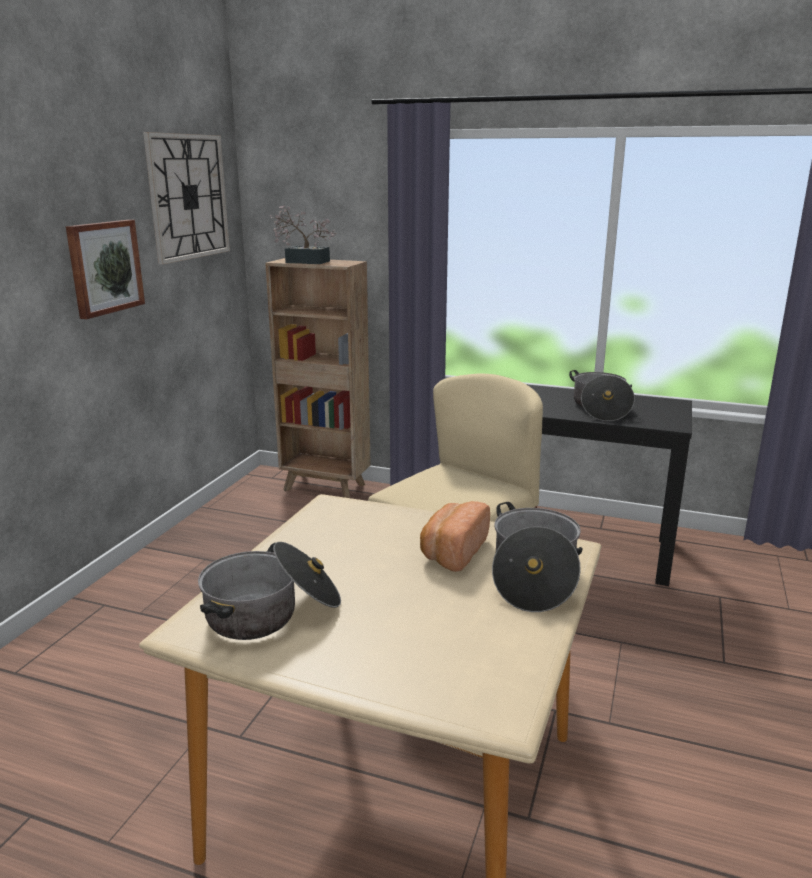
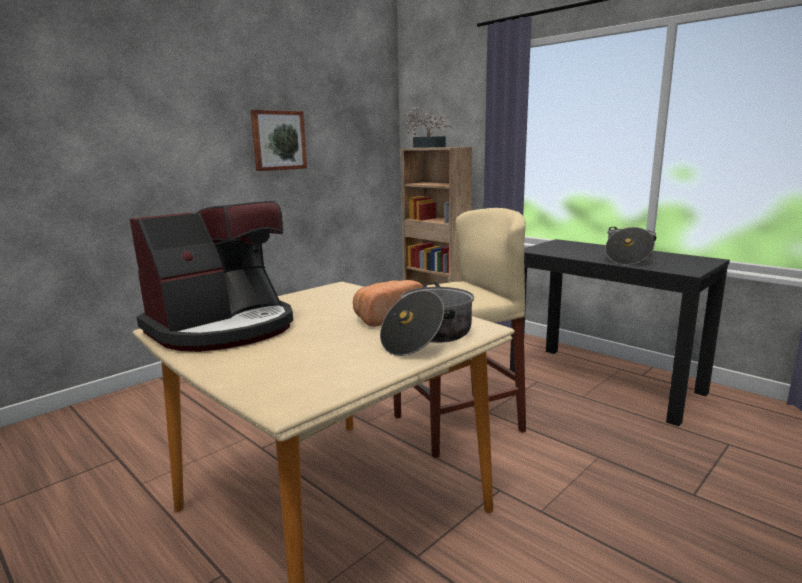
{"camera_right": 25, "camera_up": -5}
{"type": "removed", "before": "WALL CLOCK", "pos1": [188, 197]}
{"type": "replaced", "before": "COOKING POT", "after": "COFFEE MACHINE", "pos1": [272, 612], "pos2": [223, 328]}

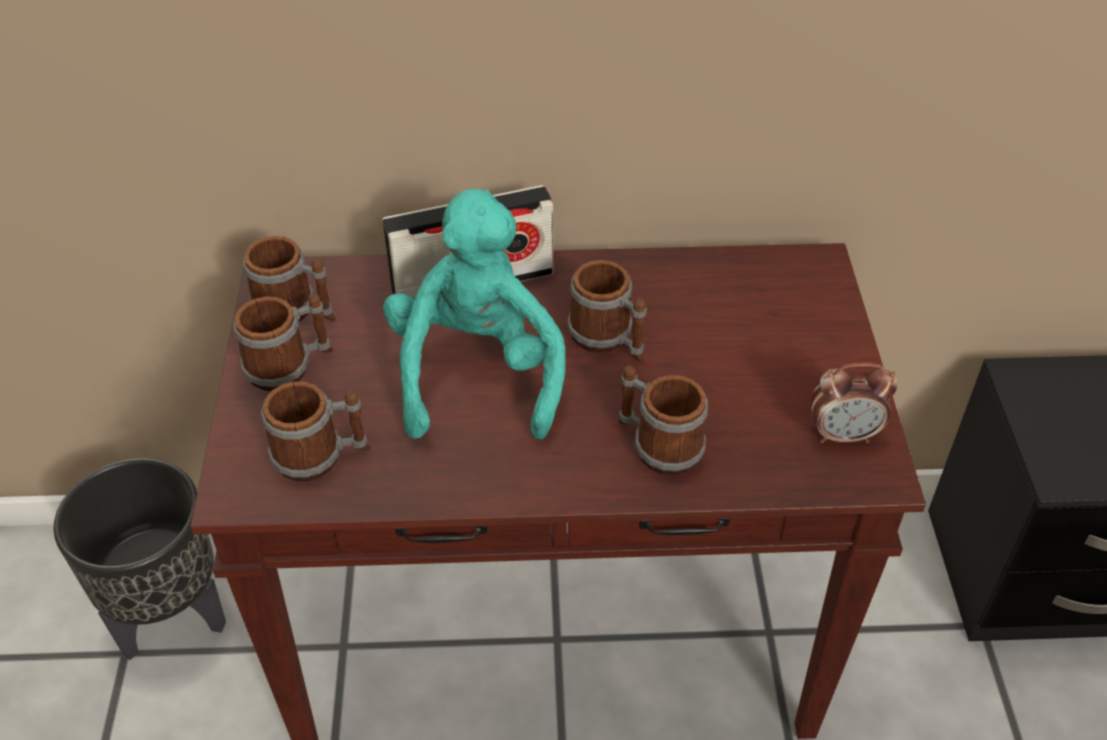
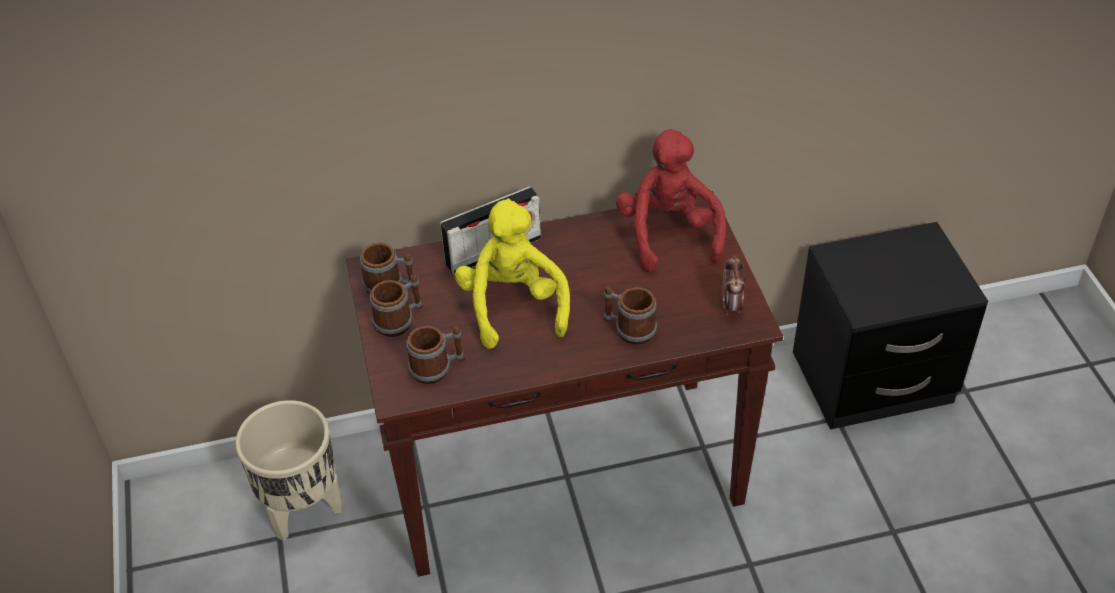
{"camera_right": -10, "camera_up": 0}
{"type": "removed", "before": "MUG", "pos1": [608, 340]}
{"type": "added", "after": "RED PLUSH TOY", "pos2": [668, 233]}
{"type": "recoloured", "before": "BLACK PLANTER", "after": "BEIGE PLANTER", "pos1": [170, 619], "pos2": [302, 511]}
{"type": "recoloured", "before": "TURQUOISE PLUSH TOY", "after": "YELLOW PLUSH TOY", "pos1": [477, 373], "pos2": [513, 305]}
{"type": "turned", "before": "ALARM CLOCK", "pos1": [843, 435], "pos2": [732, 306], "turn": 105}

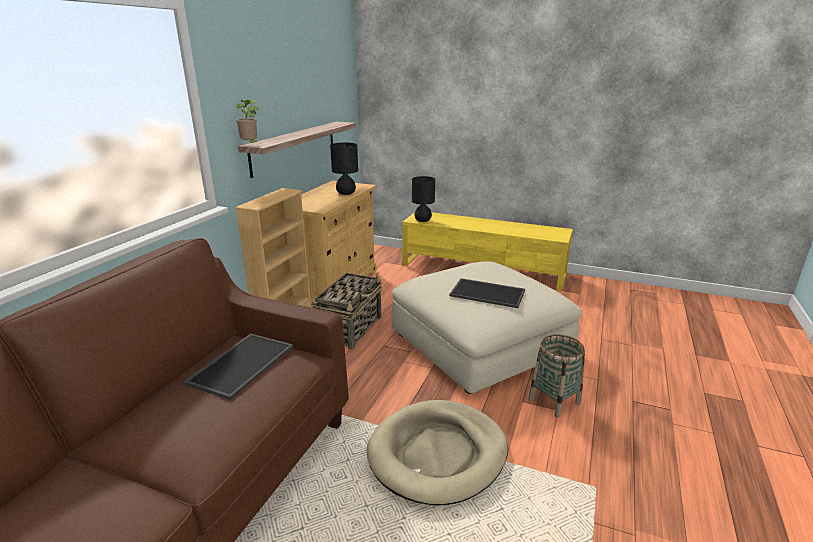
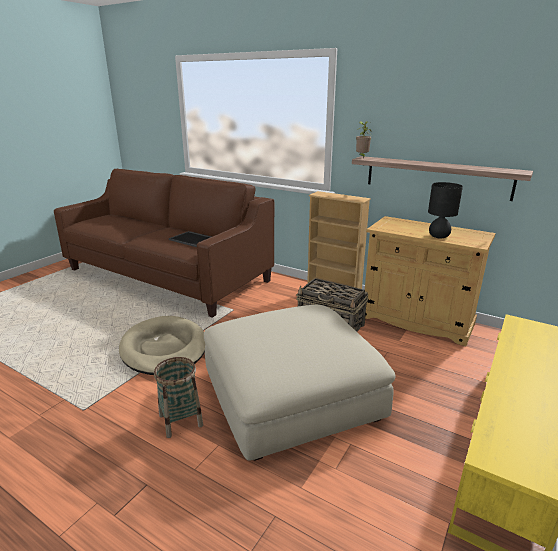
{"camera_right": 100, "camera_up": 0}
{"type": "removed", "before": "BLACK TABLE LAMP", "pos1": [423, 220]}
{"type": "removed", "before": "TRAY", "pos1": [488, 293]}

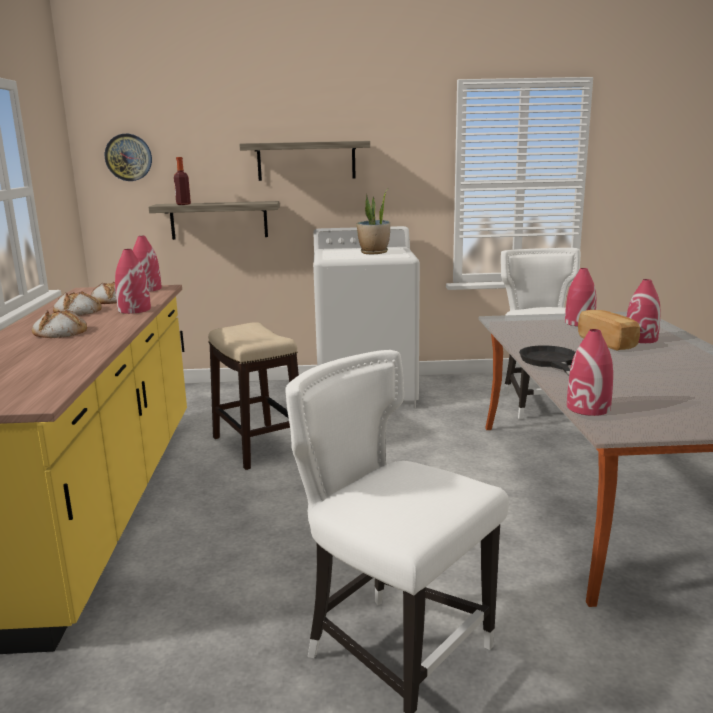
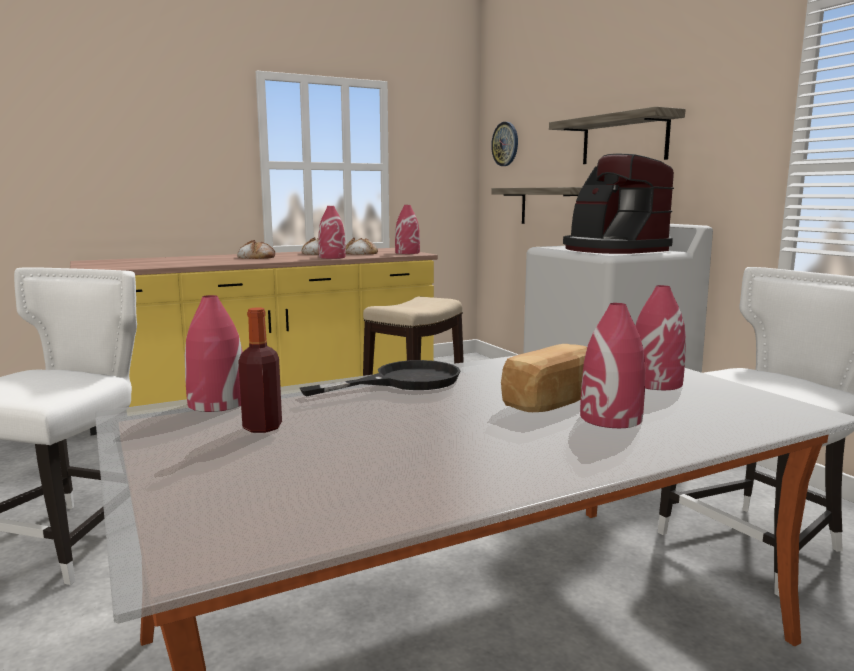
{"camera_right": 65, "camera_up": -5}
{"type": "moved", "before": "BOTTLE", "pos1": [183, 204], "pos2": [262, 427]}
{"type": "replaced", "before": "POTTED PLANT", "after": "COFFEE MACHINE", "pos1": [374, 252], "pos2": [612, 250]}

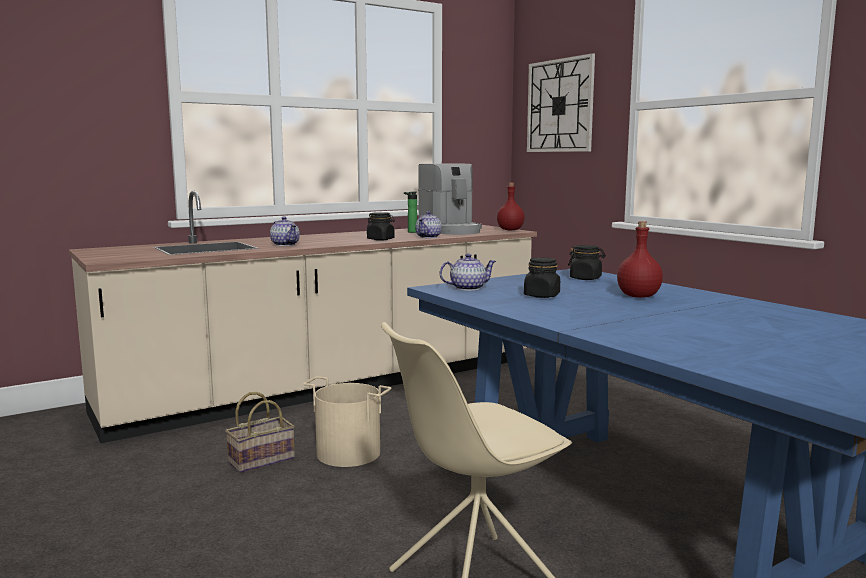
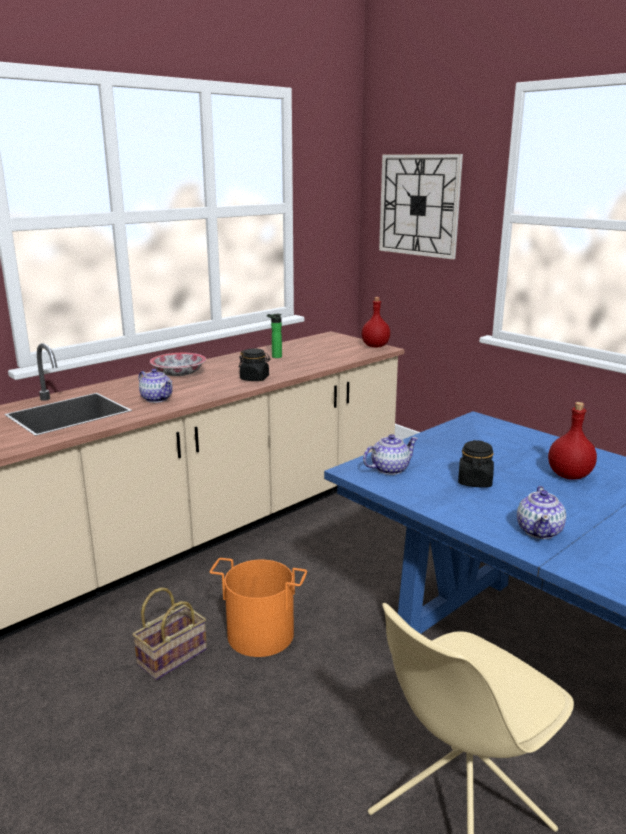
{"camera_right": -10, "camera_up": 10}
{"type": "removed", "before": "COFFEE MACHINE", "pos1": [451, 230]}
{"type": "removed", "before": "BLACK JAR", "pos1": [586, 278]}
{"type": "added", "after": "BOWL", "pos2": [178, 374]}
{"type": "moved", "before": "TEAPOT", "pos1": [429, 237], "pos2": [539, 531]}
{"type": "recoloured", "before": "BEIGE BUCKET", "after": "ORANGE BUCKET", "pos1": [349, 452], "pos2": [261, 633]}

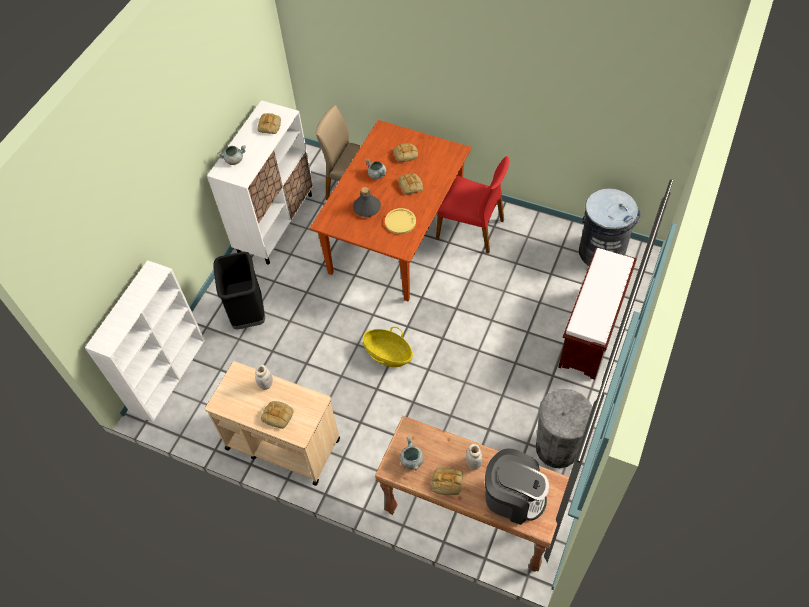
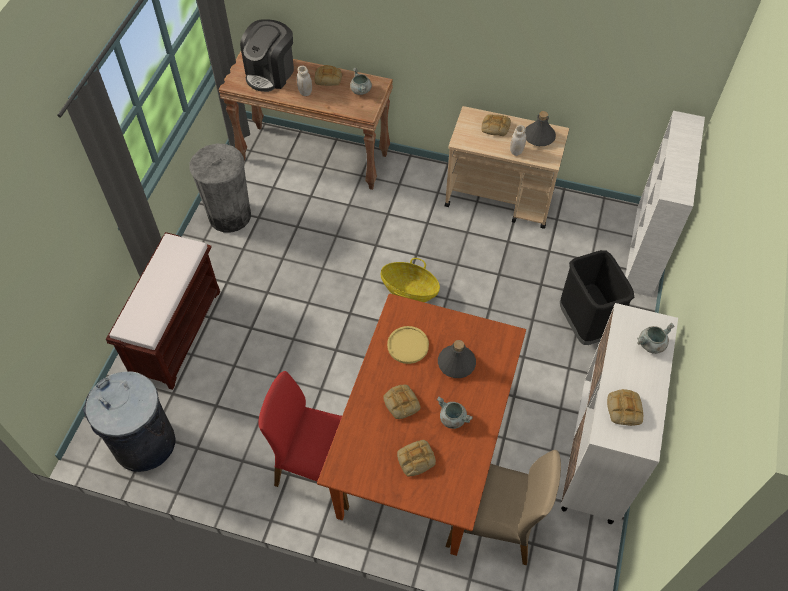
{"camera_right": 170, "camera_up": 0}
{"type": "added", "after": "GREY BOTTLE", "pos2": [539, 137]}
{"type": "turned", "before": "COFFEE MACHINE", "pos1": [513, 496], "pos2": [270, 73], "turn": -75}

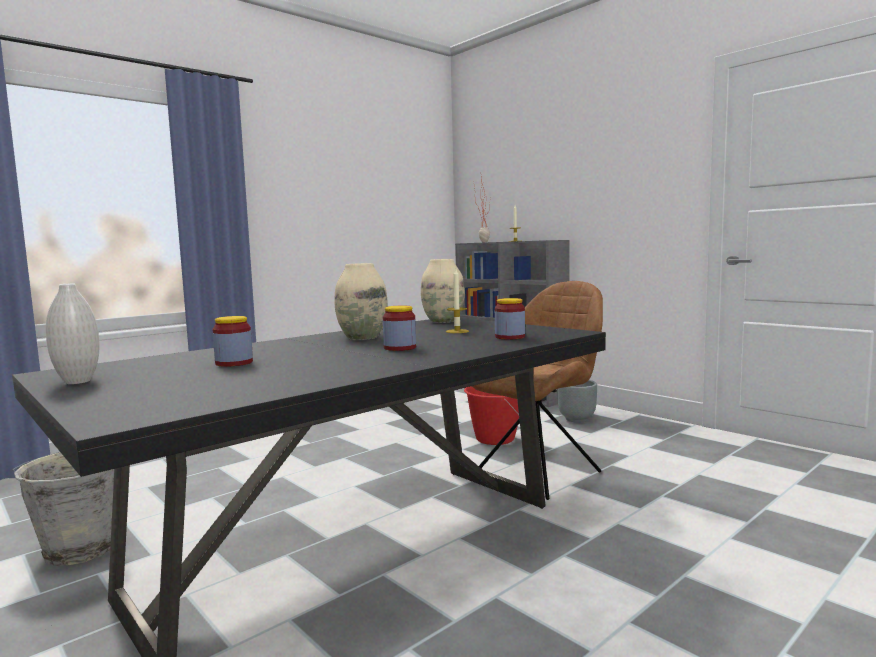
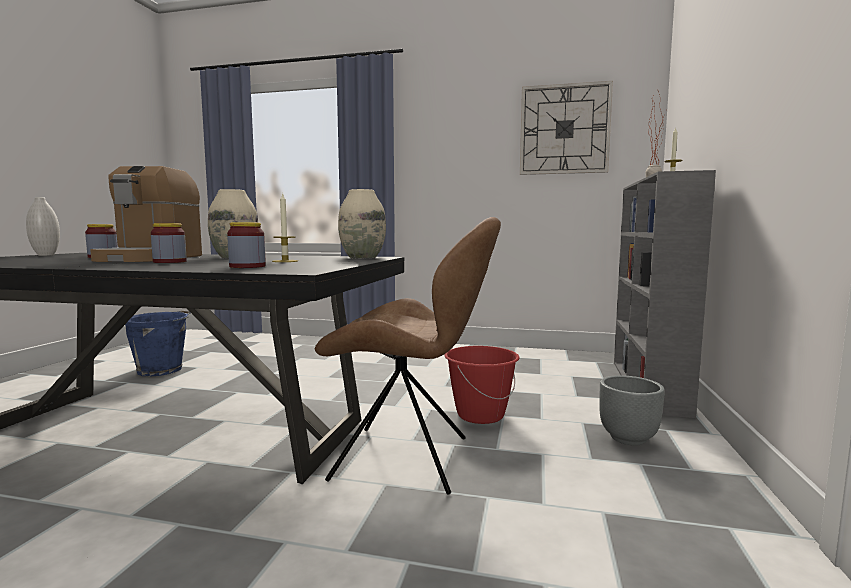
{"camera_right": 55, "camera_up": 0}
{"type": "added", "after": "COFFEE MACHINE", "pos2": [151, 258]}
{"type": "added", "after": "WALL CLOCK", "pos2": [564, 129]}
{"type": "recoloured", "before": "GREY BUCKET", "after": "BLUE BUCKET", "pos1": [82, 547], "pos2": [162, 370]}

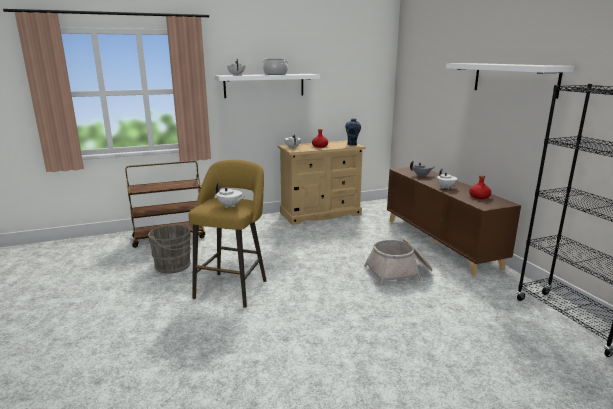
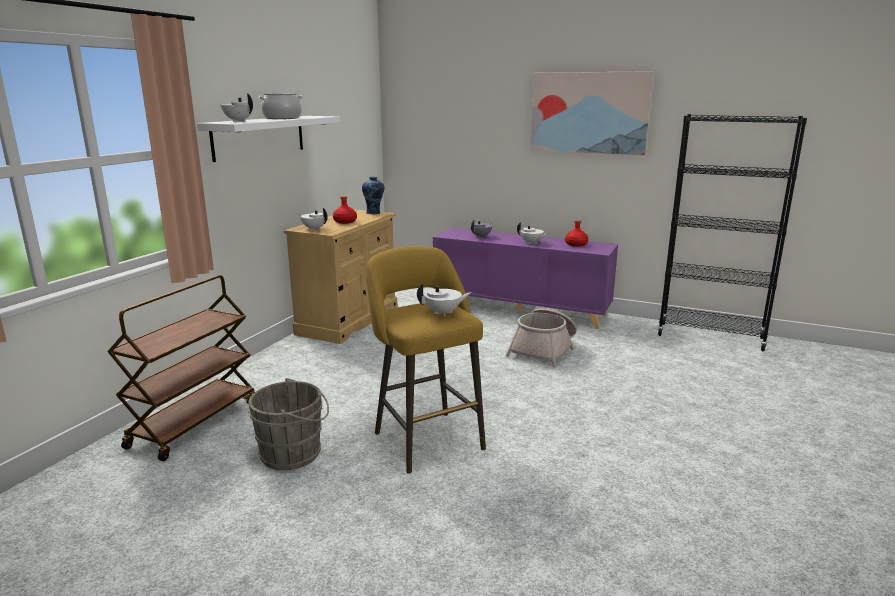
{"camera_right": -45, "camera_up": 0}
{"type": "replaced", "before": "WHITE SHELF", "after": "PICTURE", "pos1": [514, 79], "pos2": [589, 113]}
{"type": "recoloured", "before": "BROWN CABINET", "after": "PURPLE CABINET", "pos1": [440, 242], "pos2": [521, 309]}

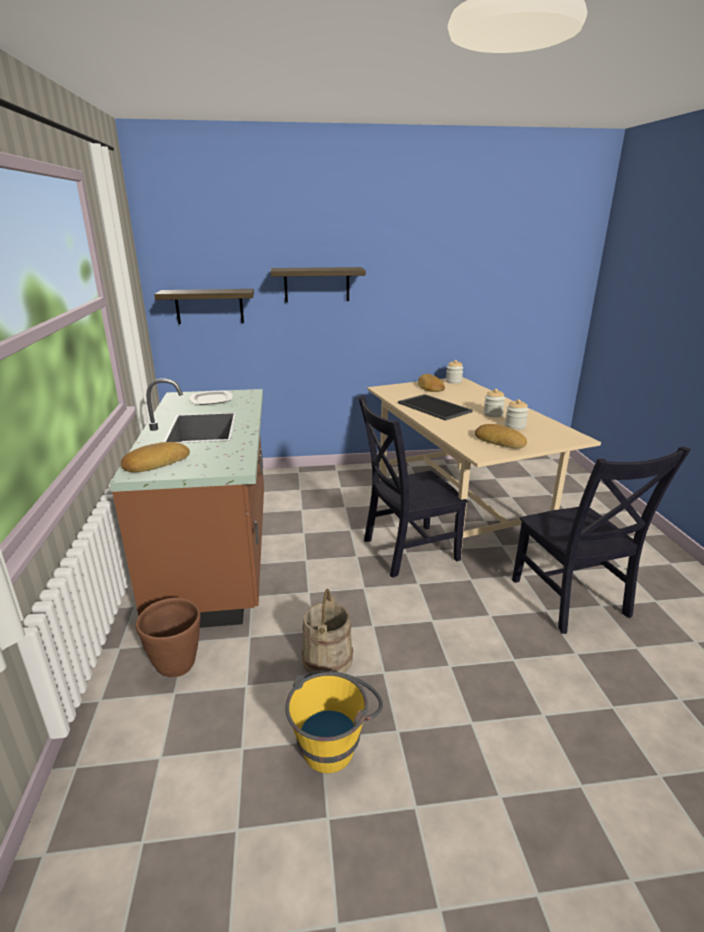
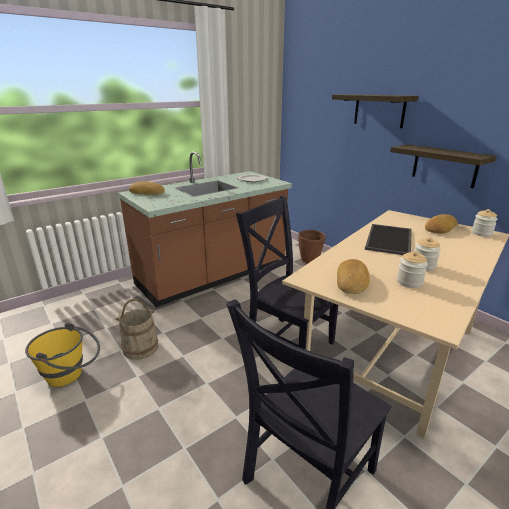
{"camera_right": 60, "camera_up": 0}
{"type": "moved", "before": "BROWN PLANTER", "pos1": [177, 665], "pos2": [310, 261]}
{"type": "moved", "before": "SHELF", "pos1": [209, 306], "pos2": [444, 165]}

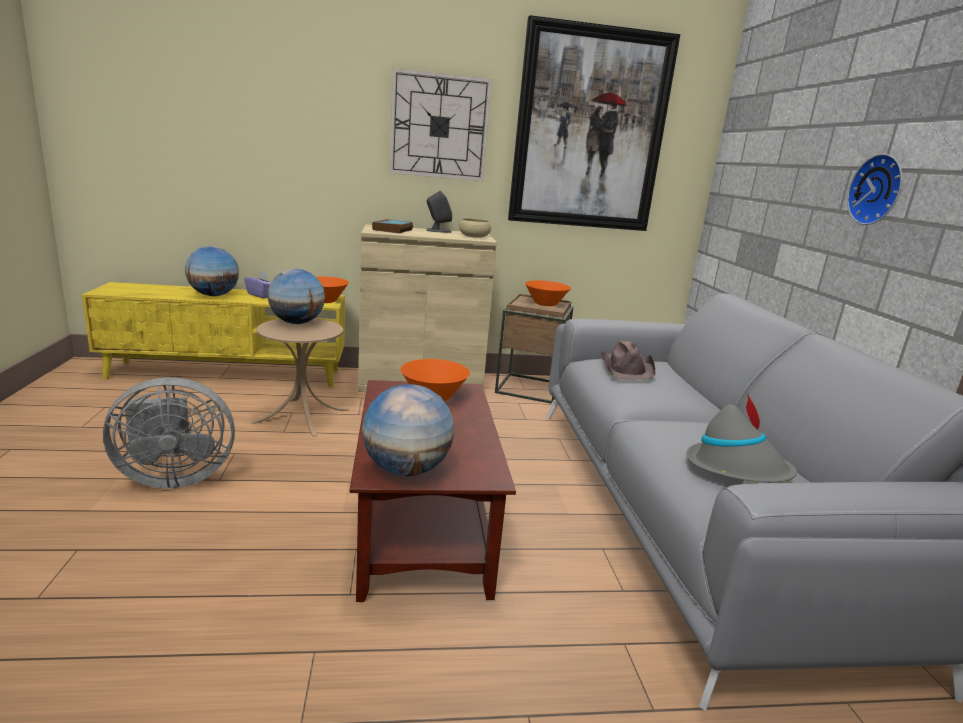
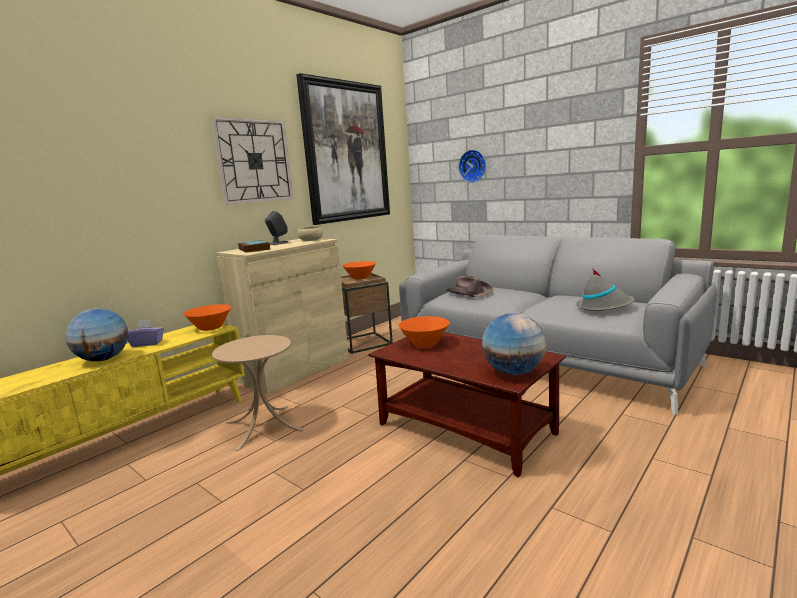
{"camera_right": -40, "camera_up": -5}
{"type": "removed", "before": "GREY FAN", "pos1": [173, 477]}
{"type": "removed", "before": "GLOBE", "pos1": [297, 323]}
{"type": "moved", "before": "WALL CLOCK", "pos1": [878, 190], "pos2": [473, 166]}

